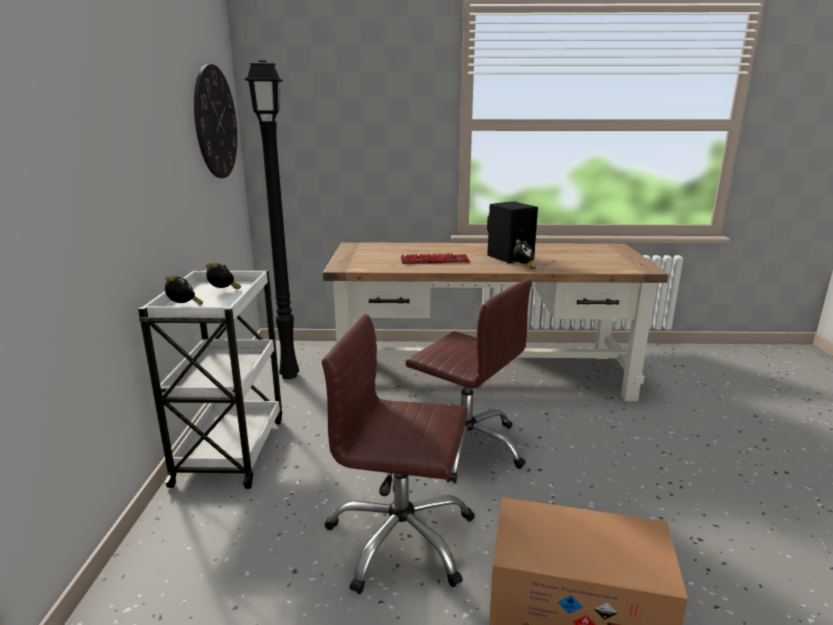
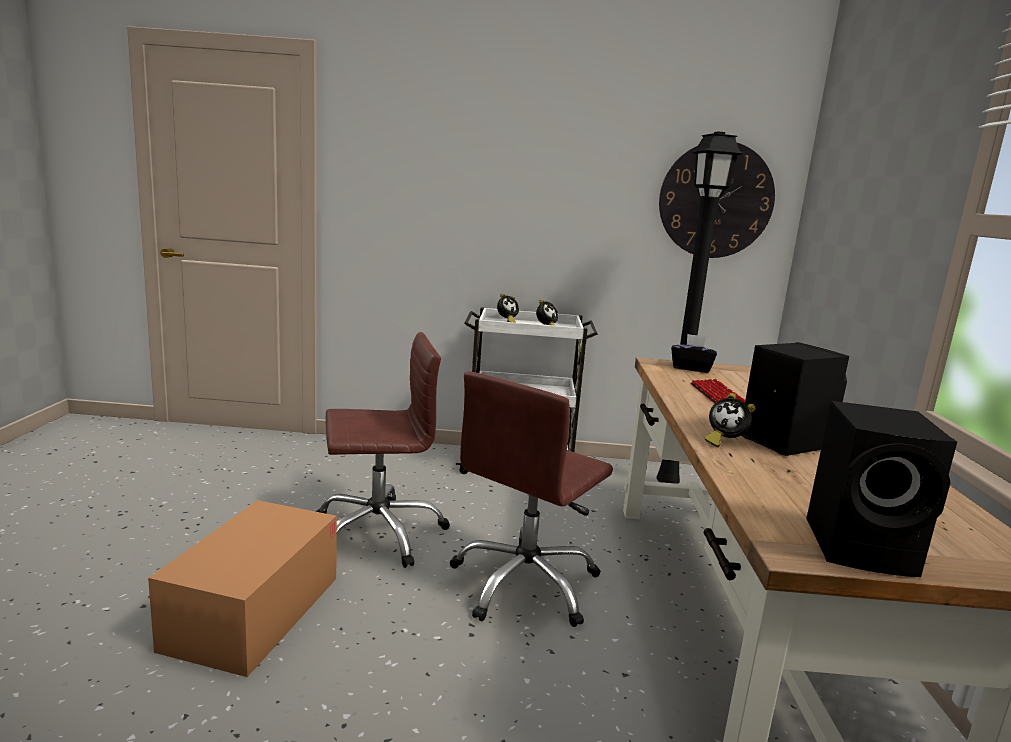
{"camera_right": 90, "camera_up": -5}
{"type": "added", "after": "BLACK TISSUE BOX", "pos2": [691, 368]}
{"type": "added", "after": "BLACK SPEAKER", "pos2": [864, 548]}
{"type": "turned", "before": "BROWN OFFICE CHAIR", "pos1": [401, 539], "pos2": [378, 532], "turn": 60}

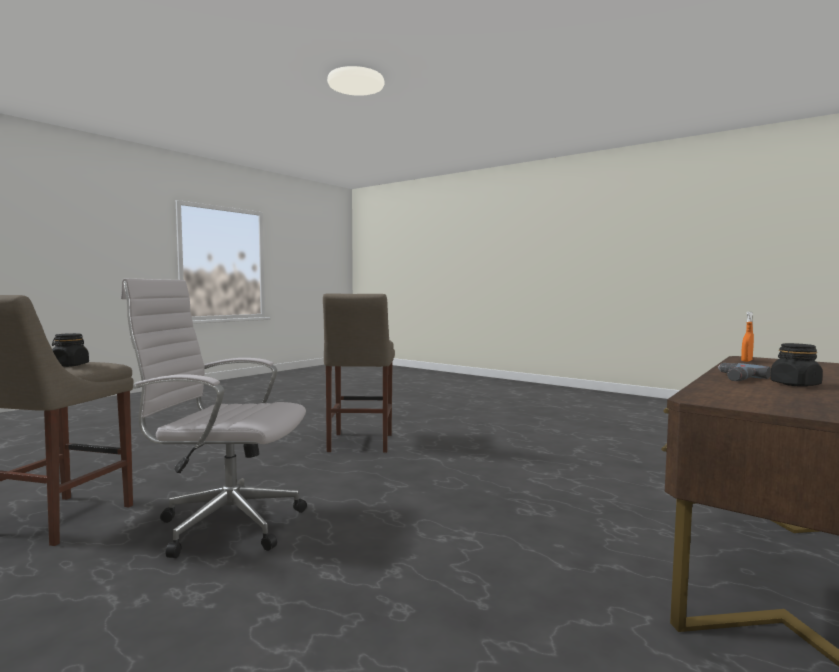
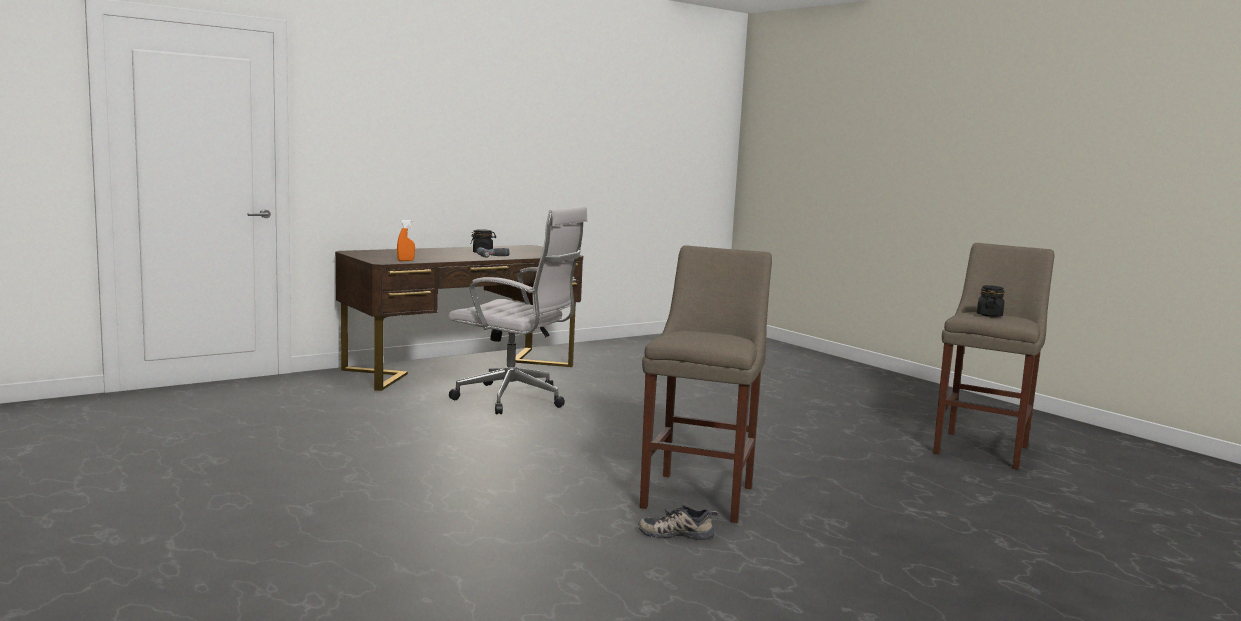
{"camera_right": -165, "camera_up": 5}
{"type": "added", "after": "SHOE", "pos2": [677, 533]}
{"type": "moved", "before": "WHITE OFFICE CHAIR", "pos1": [224, 524], "pos2": [515, 399]}

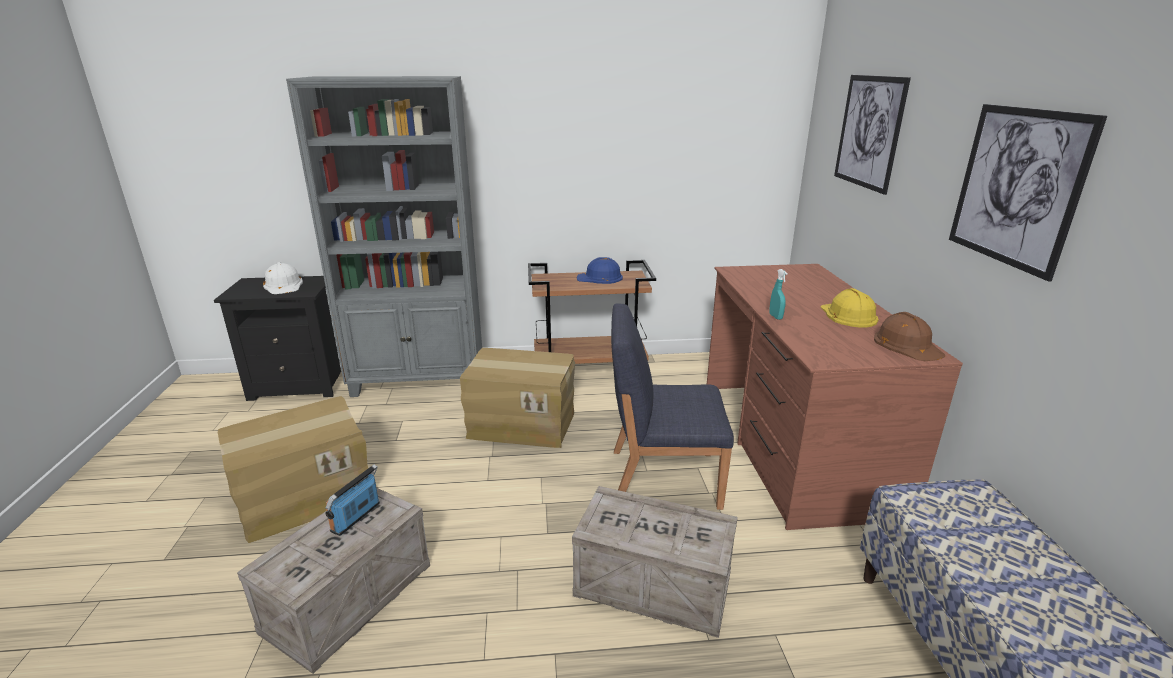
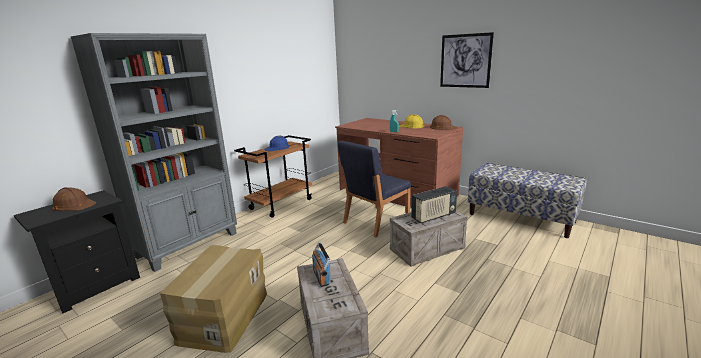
{"camera_right": -45, "camera_up": -5}
{"type": "removed", "before": "CARDBOARD BOX", "pos1": [522, 423]}
{"type": "removed", "before": "PICTURE", "pos1": [869, 132]}
{"type": "added", "after": "RADIO", "pos2": [433, 216]}
{"type": "recoloured", "before": "WHITE HARD HAT", "after": "BROWN HARD HAT", "pos1": [283, 285], "pos2": [74, 204]}

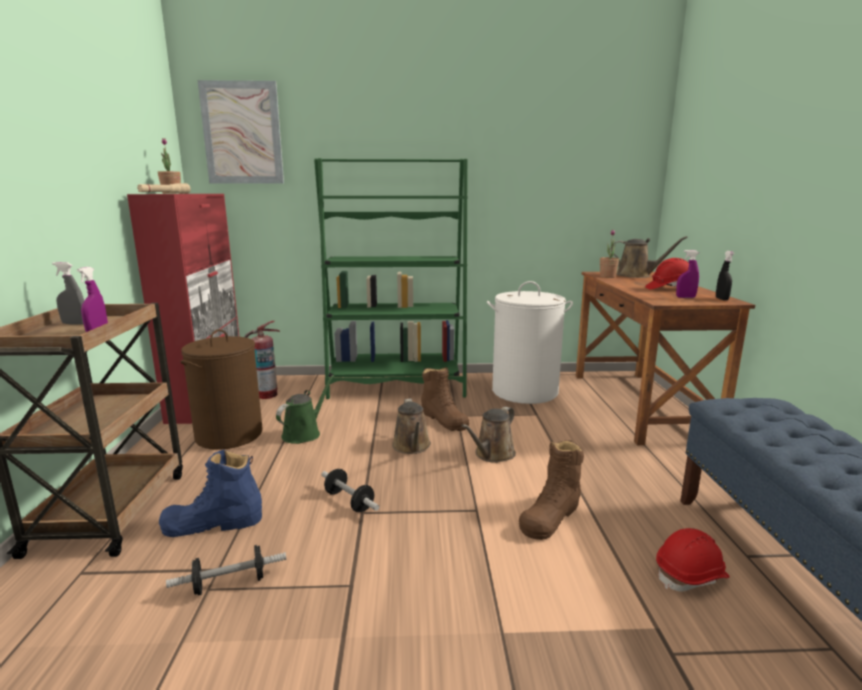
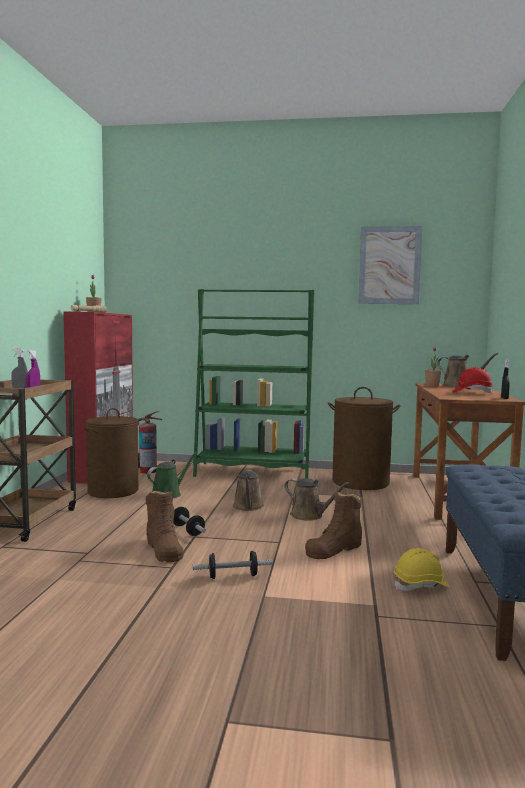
{"camera_right": 10, "camera_up": -10}
{"type": "removed", "before": "BLUE BOOT", "pos1": [212, 524]}
{"type": "removed", "before": "PURPLE SPRAY BOTTLE", "pos1": [685, 297]}
{"type": "moved", "before": "DUMBBELL", "pos1": [230, 583], "pos2": [233, 576]}
{"type": "moved", "before": "PICTURE", "pos1": [242, 133], "pos2": [389, 265]}
{"type": "moved", "before": "BROWN BOOT", "pos1": [444, 419], "pos2": [164, 549]}
{"type": "recoloured", "before": "WHITE LAUNDRY BASKET", "after": "BROWN LAUNDRY BASKET", "pos1": [525, 391], "pos2": [360, 482]}
{"type": "recoloured", "before": "RED HARD HAT", "after": "YELLOW HARD HAT", "pos1": [691, 575], "pos2": [421, 586]}
{"type": "turned", "before": "BROWN WATERING CAN", "pos1": [492, 455], "pos2": [309, 515], "turn": -105}

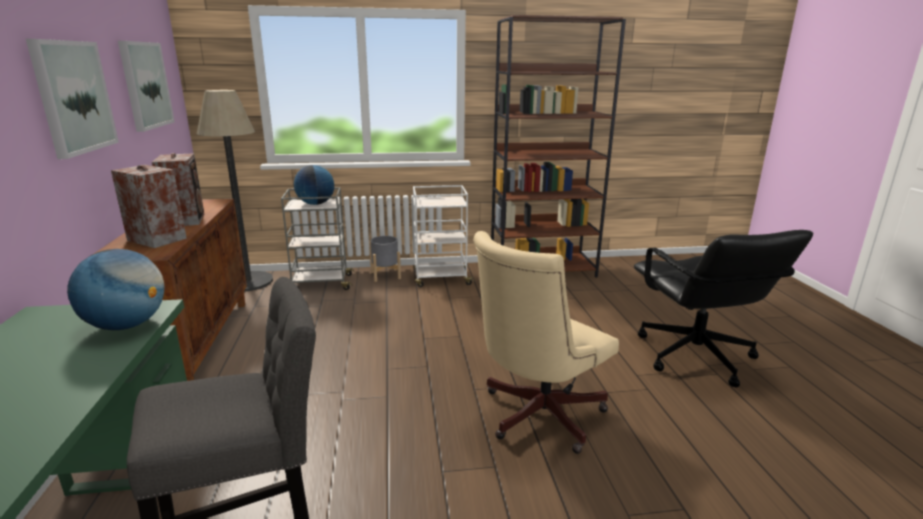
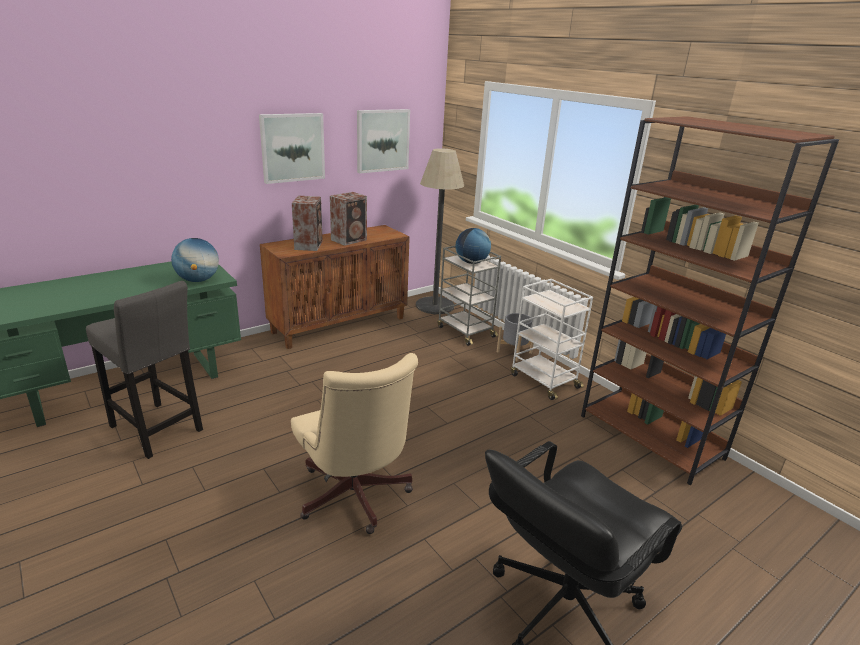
{"camera_right": 60, "camera_up": 5}
{"type": "turned", "before": "BEIGE OFFICE CHAIR", "pos1": [536, 416], "pos2": [355, 499], "turn": -135}

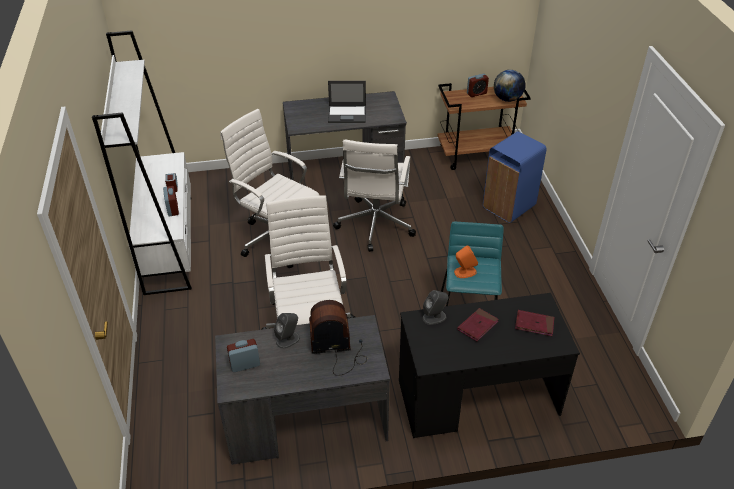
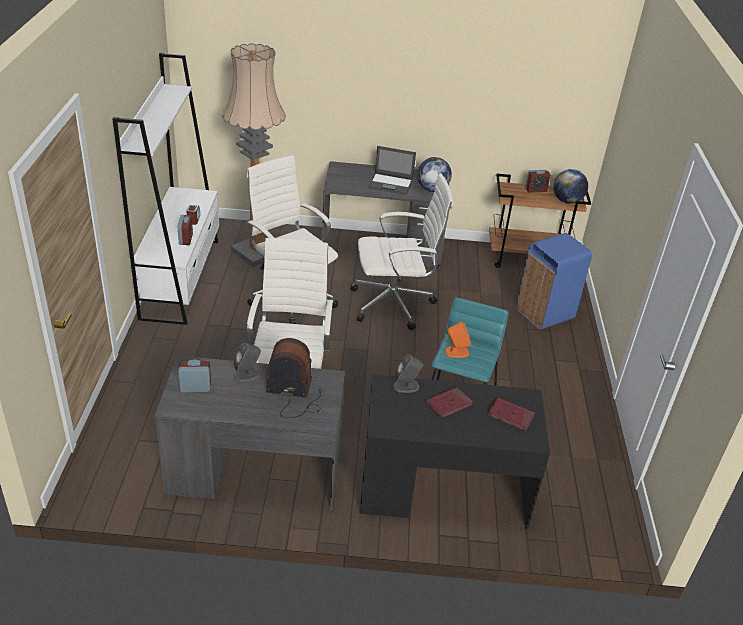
{"camera_right": 10, "camera_up": -5}
{"type": "added", "after": "FLOOR LAMP", "pos2": [256, 252]}
{"type": "added", "after": "GLOBE", "pos2": [432, 189]}
{"type": "turned", "before": "WHITE OFFICE CHAIR", "pos1": [375, 226], "pos2": [394, 304], "turn": -120}

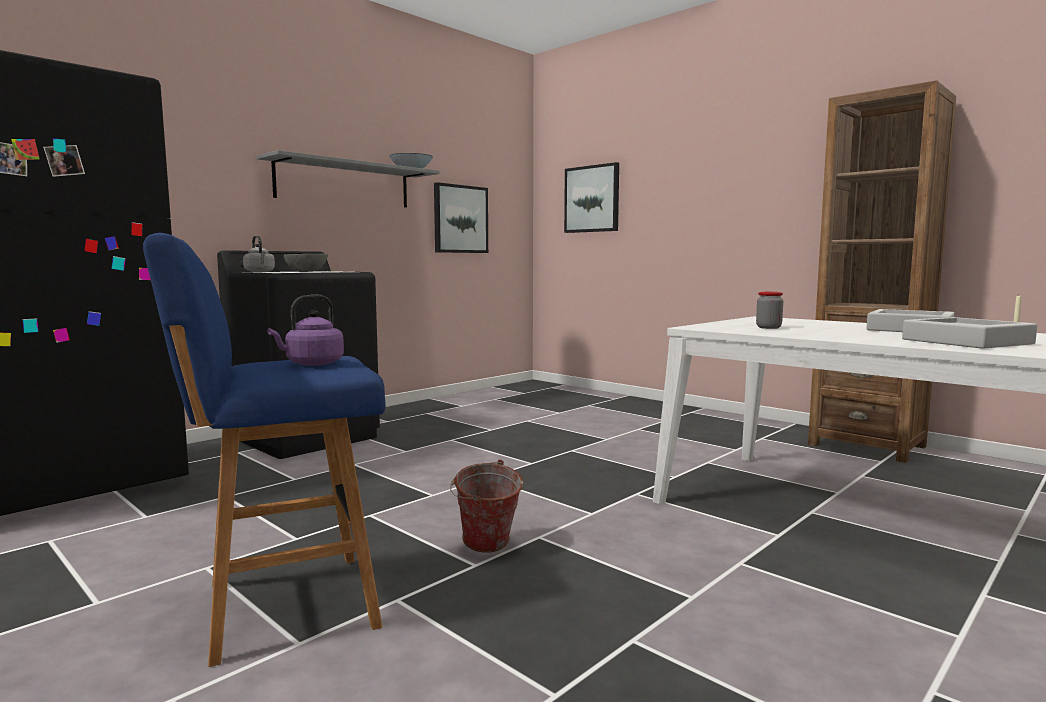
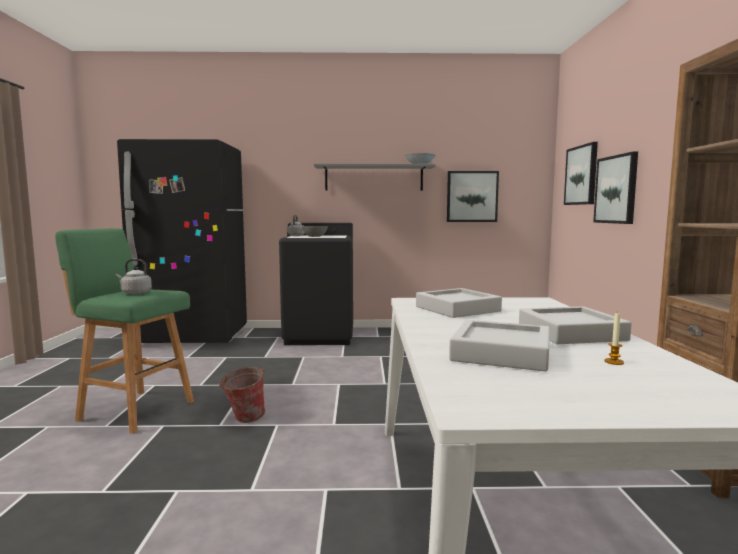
{"camera_right": 45, "camera_up": 0}
{"type": "added", "after": "PICTURE", "pos2": [616, 189]}
{"type": "replaced", "before": "JAR", "after": "GREY TRAY", "pos1": [768, 327], "pos2": [457, 309]}
{"type": "recoloured", "before": "BLUE STOOL", "after": "GREEN STOOL", "pos1": [283, 606], "pos2": [134, 410]}
{"type": "recoloured", "before": "PURPLE KETTLE", "after": "GREY KETTLE", "pos1": [312, 364], "pos2": [135, 293]}

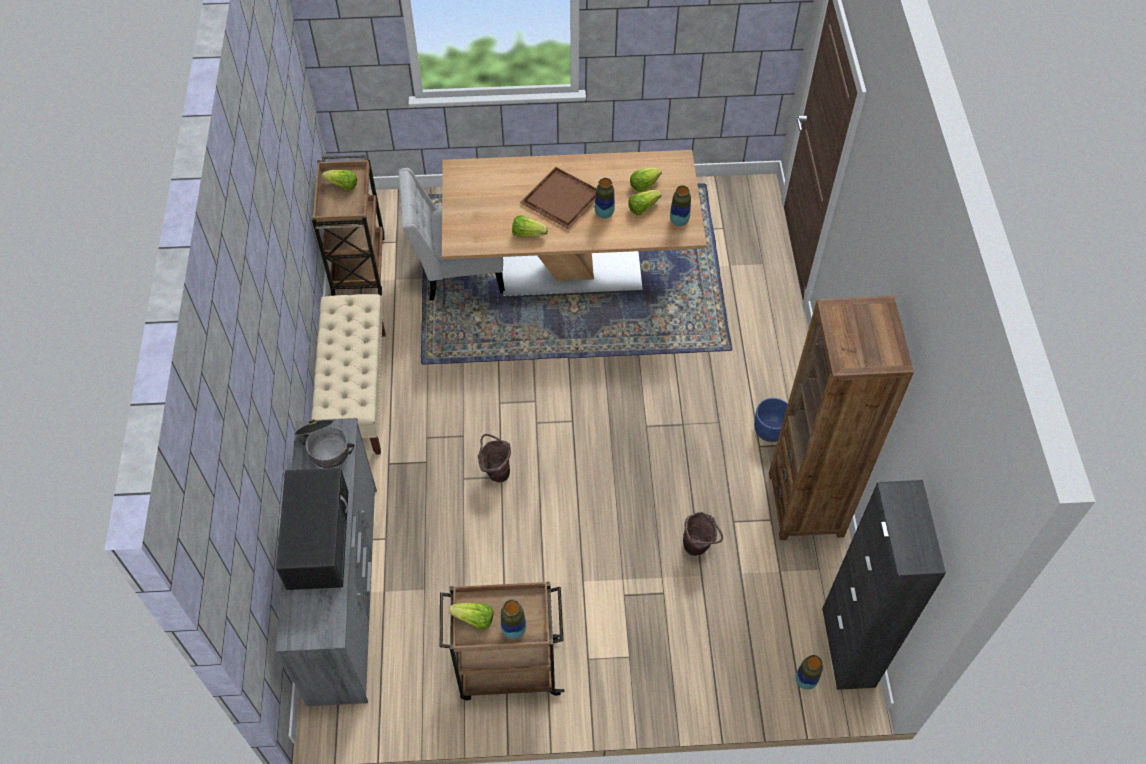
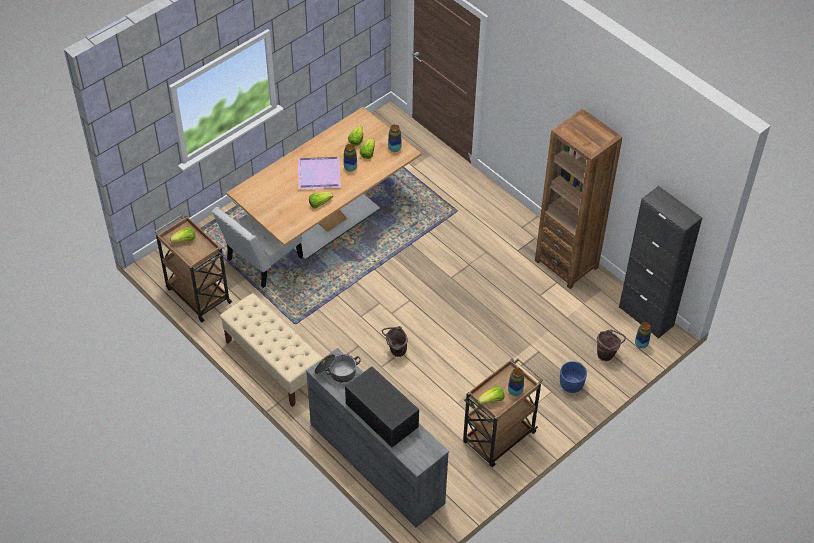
{"camera_right": -40, "camera_up": -5}
{"type": "moved", "before": "BROWN BUCKET", "pos1": [698, 547], "pos2": [607, 355]}
{"type": "moved", "before": "BLUE PLANTER", "pos1": [770, 430], "pos2": [571, 384]}
{"type": "recoloured", "before": "BROWN TRAY", "after": "PURPLE TRAY", "pos1": [560, 199], "pos2": [318, 175]}

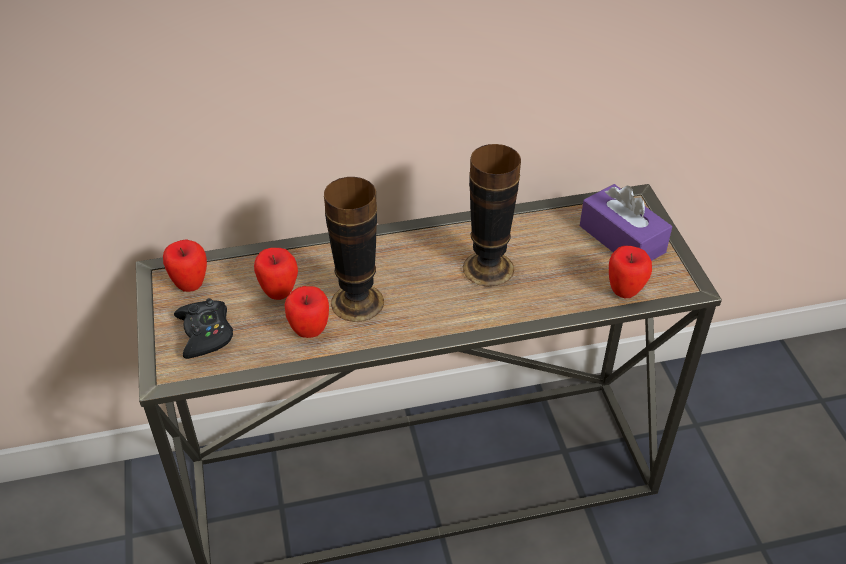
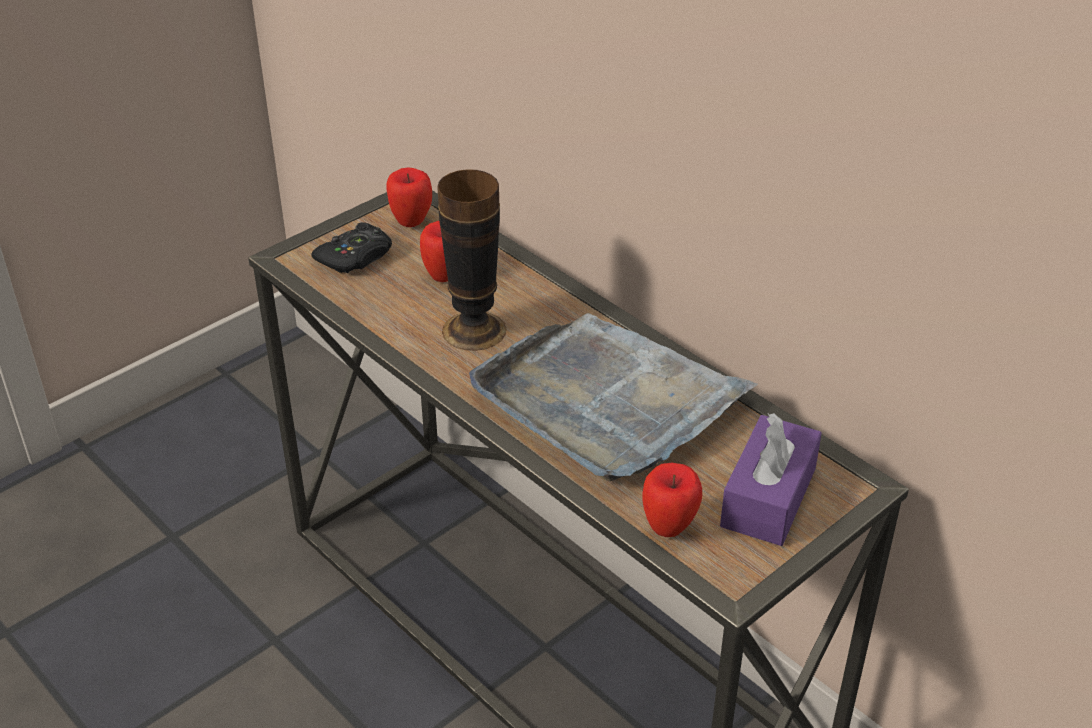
{"camera_right": 60, "camera_up": -5}
{"type": "removed", "before": "APPLE", "pos1": [309, 332]}
{"type": "replaced", "before": "VASE", "after": "GREY TRAY", "pos1": [488, 268], "pos2": [607, 401]}

